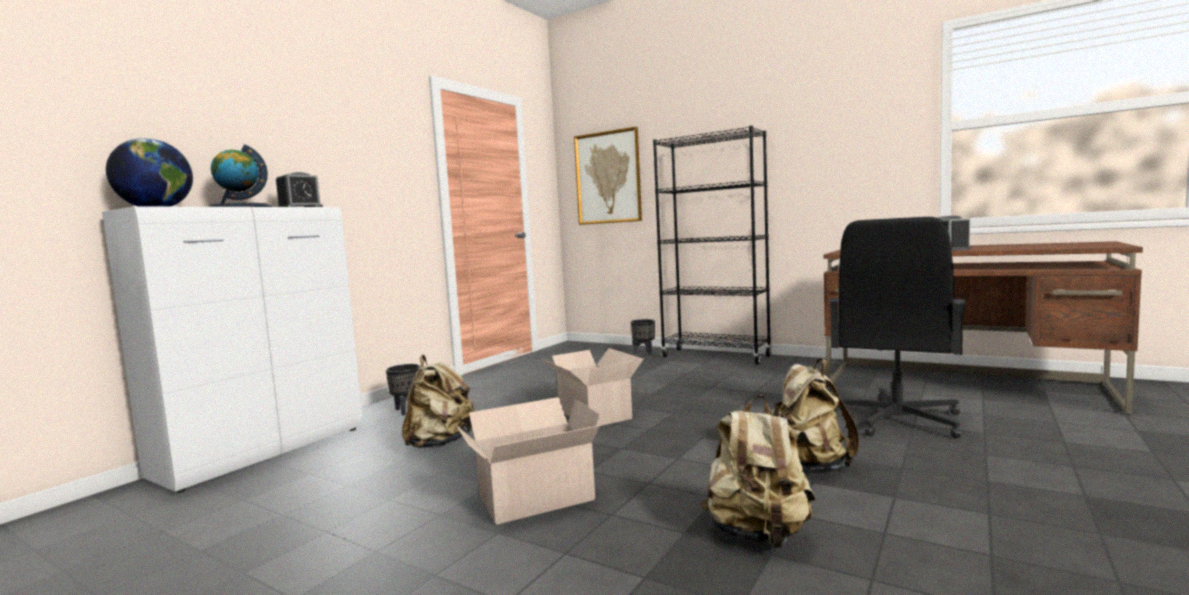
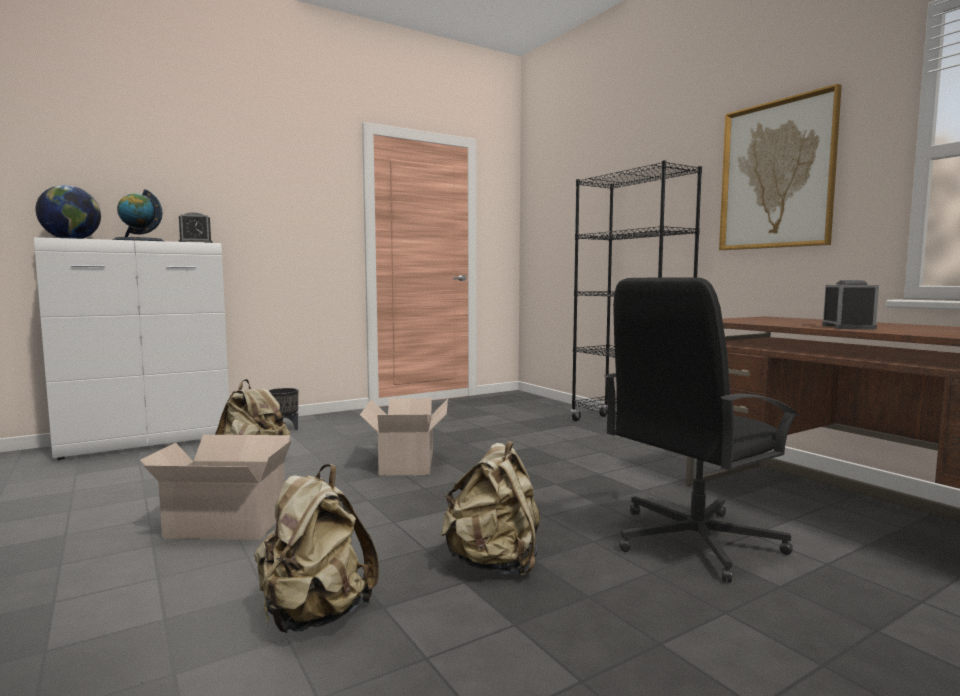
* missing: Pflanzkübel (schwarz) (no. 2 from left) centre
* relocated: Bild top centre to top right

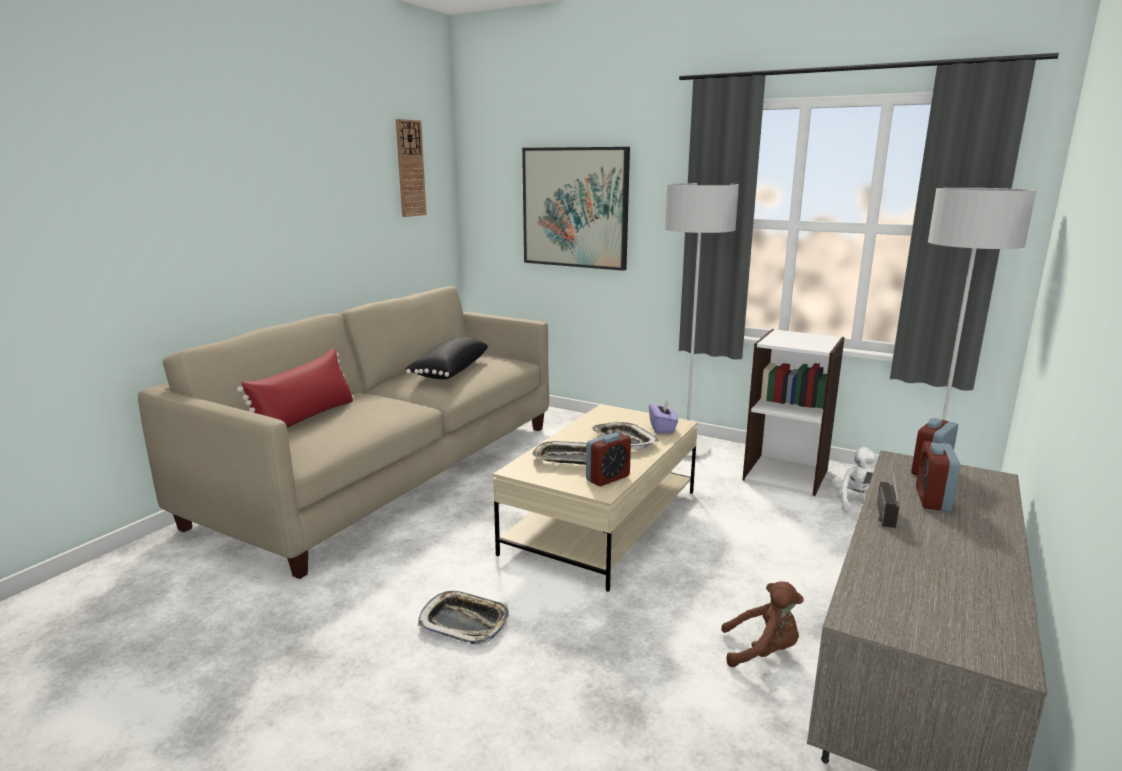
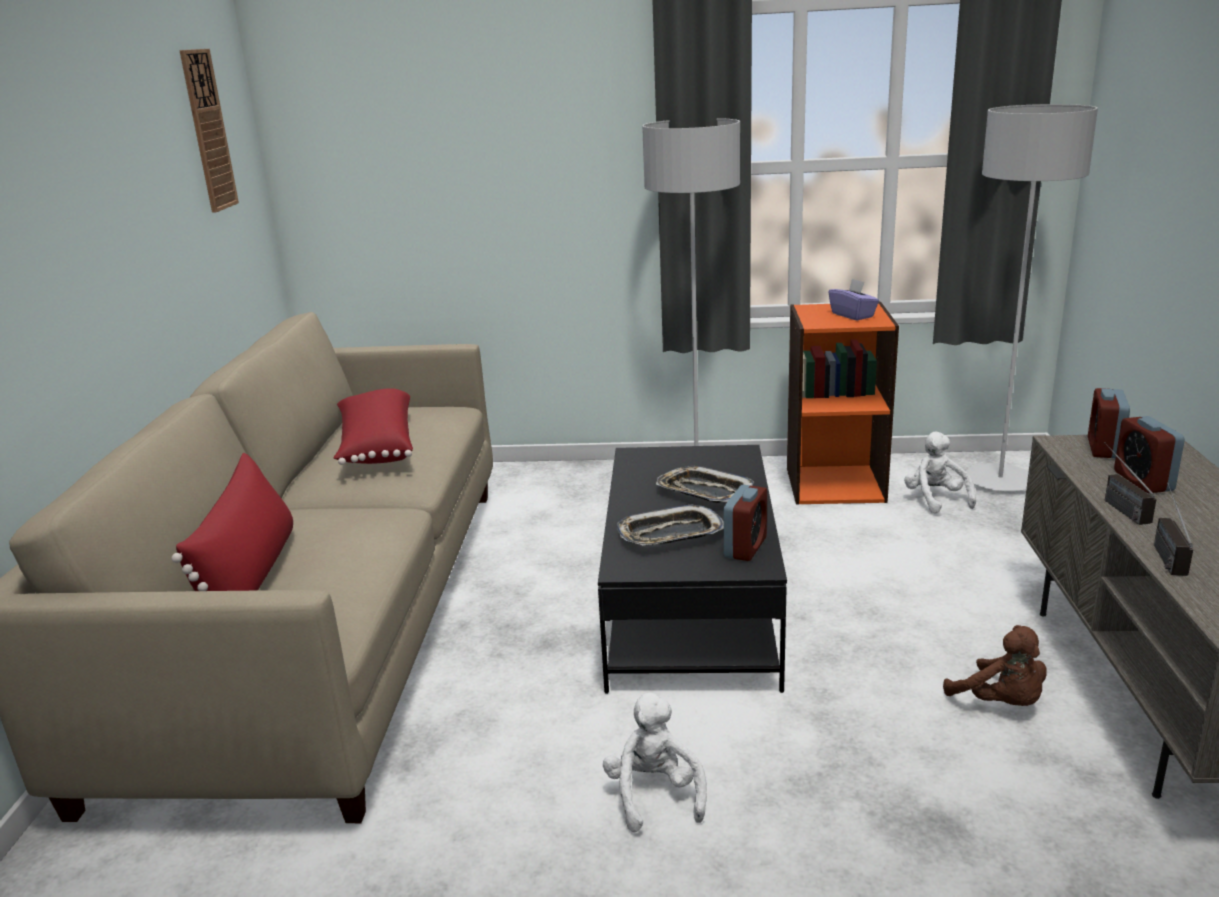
* missing: Bild top centre
* appeared: Radio (no. 2 from left) middle right
* relocated: Taschentuchbox (lila) centre to middle right
* exchanged: Tablett (no. 1 from left) bottom centre to Plüschtier (weiß) (no. 1 from left) bottom centre
* colour: Kissen (schwarz) centre to Kissen (rot) (no. 2 from left) middle left
* colour: Couchtisch (beige) centre to Couchtisch (schwarz) centre
* colour: Bücherregal (weiß) middle right to Bücherregal (orange) middle right
* spun: Plüschtier (braun) bottom right = bottom right 75 degrees clockwise

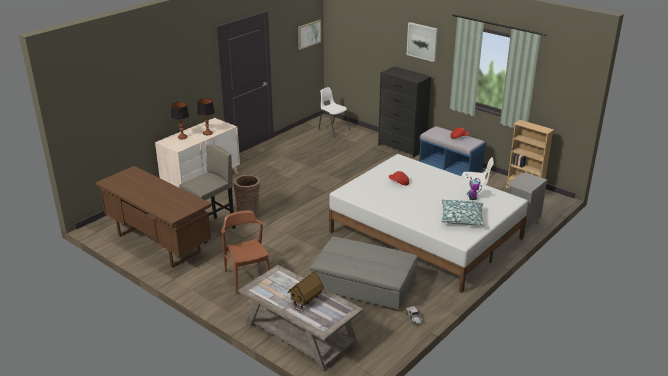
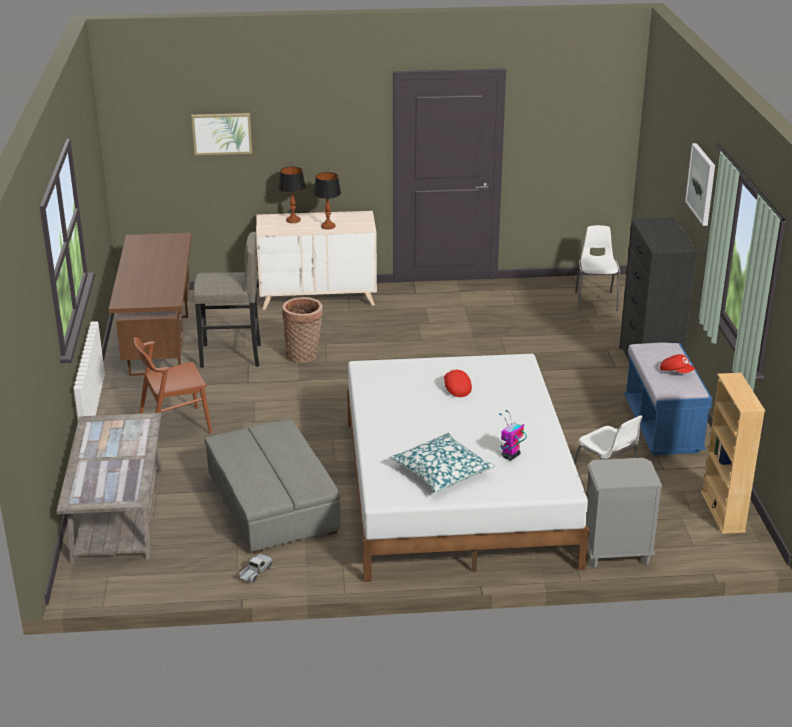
* missing: Spielzeughaus bottom centre
* relocated: Bild (no. 1 from left) top centre to top left
* spun: Stuhl (braun) bottom centre = middle left 135 degrees counterclockwise

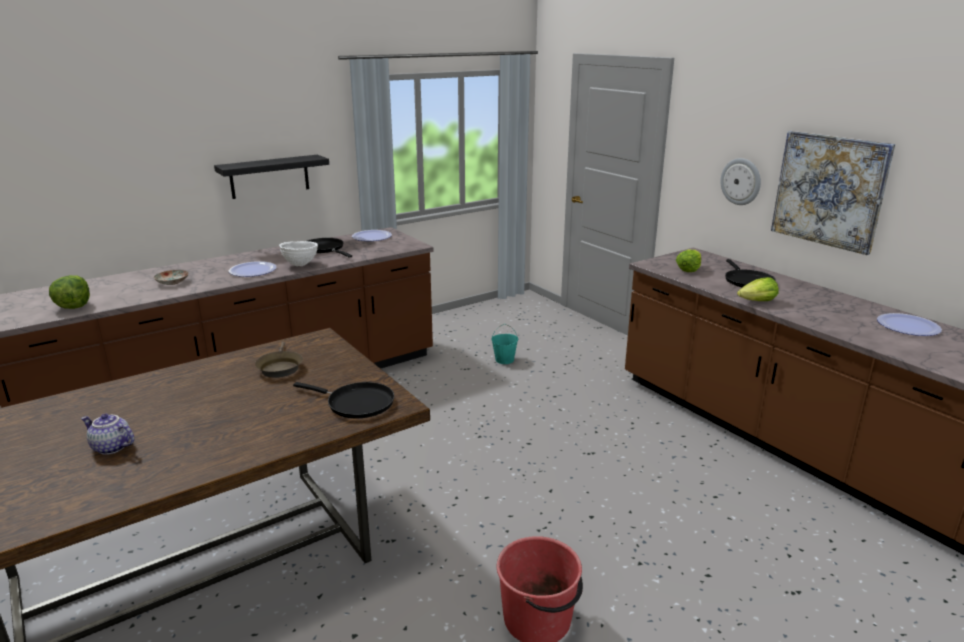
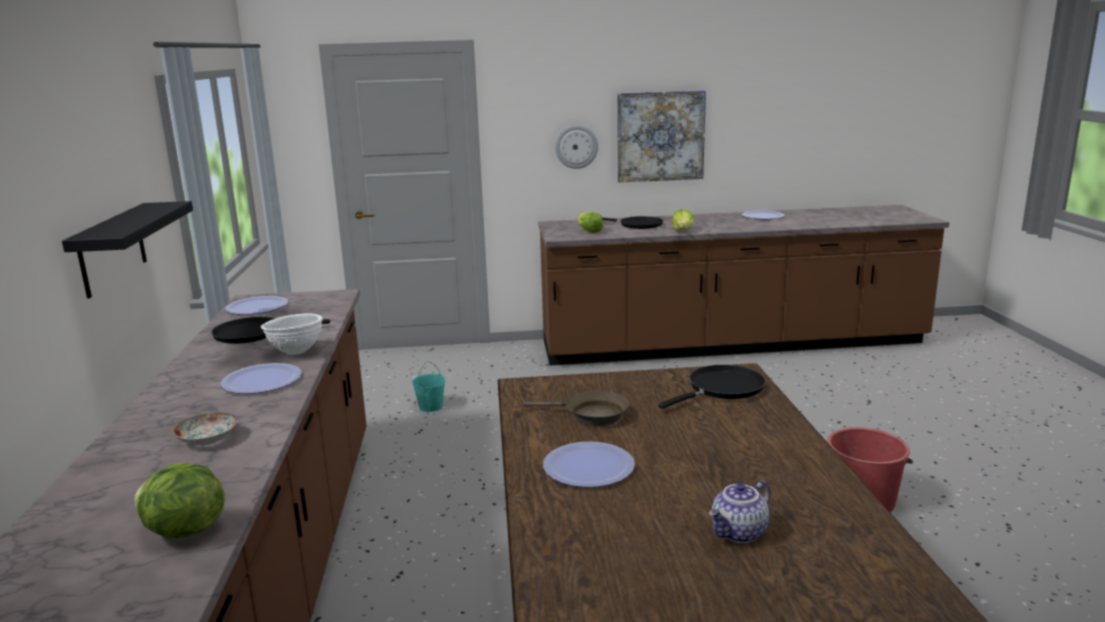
* appeared: Teller (no. 4 from left) bottom centre

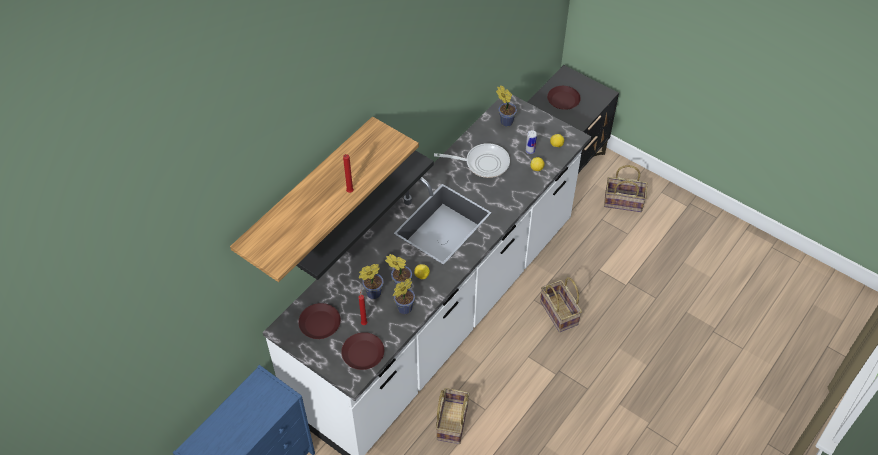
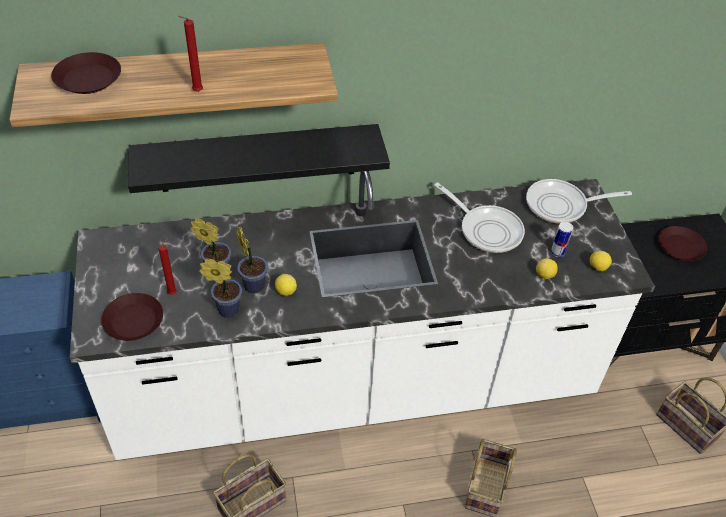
* relocated: Teller (braun) (no. 1 from left) bottom centre to top left
* exchanged: Topfpflanze (no. 4 from left) top centre to Pfanne (no. 2 from left) middle right

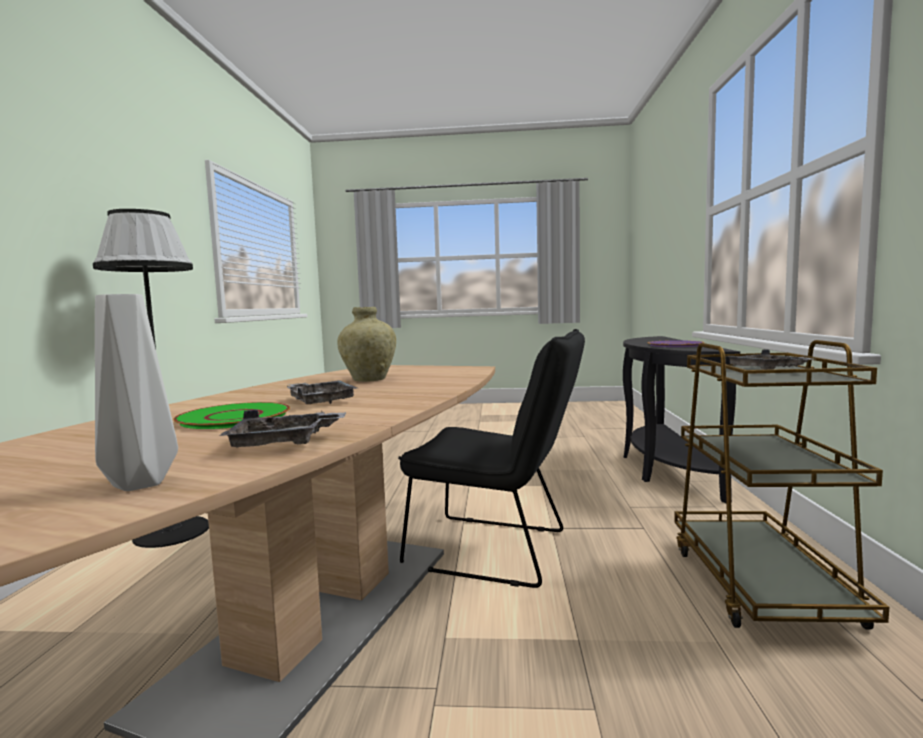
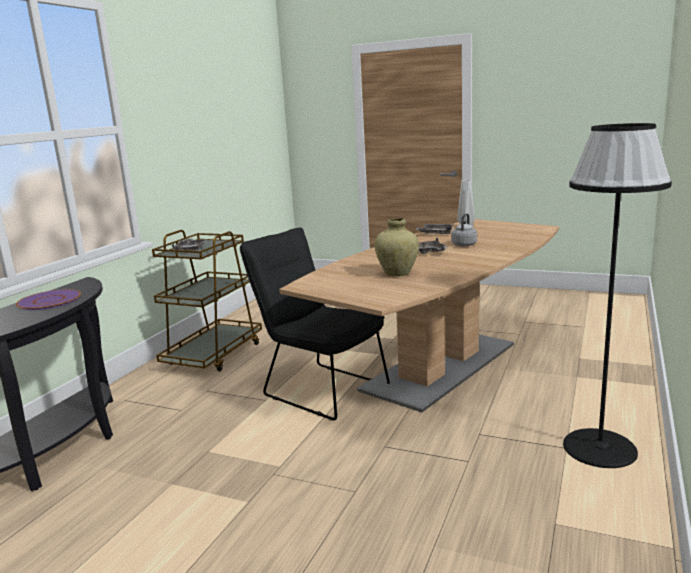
* exchanged: Teller (grün) middle left to Wasserkessel (grau) middle right

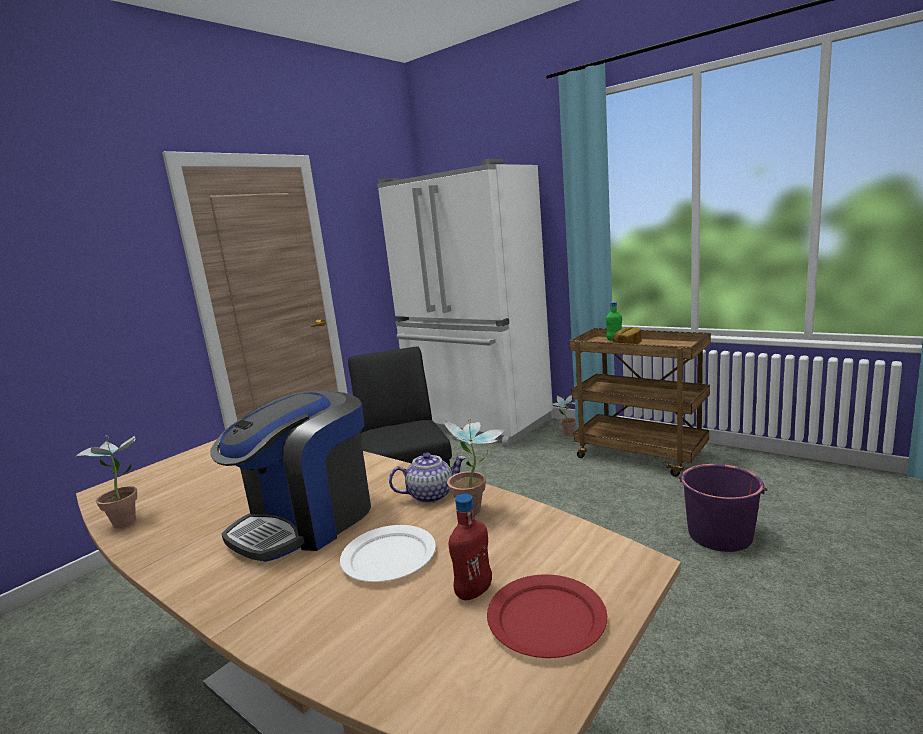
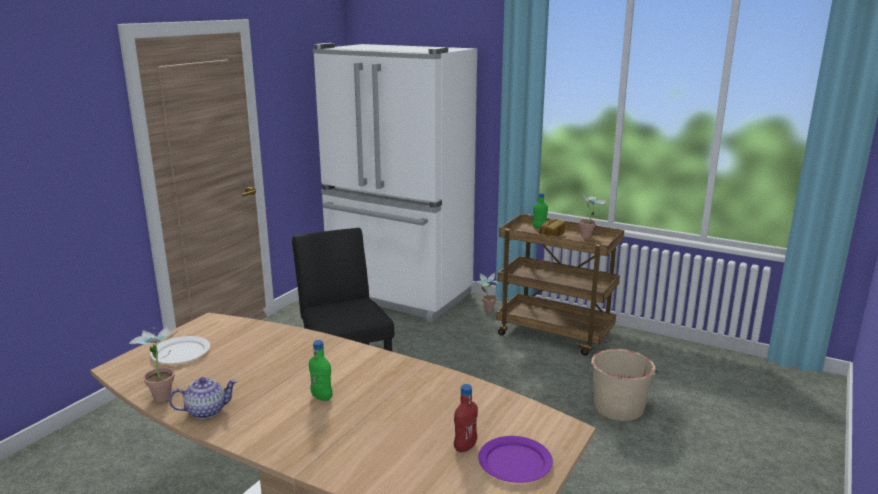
* relocated: Teller (weiß) bottom centre to bottom left
* relocated: Teekanne centre to bottom left
* relocated: Topfpflanze (no. 2 from left in the first image) centre to Topfpflanze (no. 3 from left) middle right
* exchanged: Kaffeemaschine middle left to Flasche (grün) (no. 1 from left) bottom centre
* colour: Teller (rot) bottom centre to Teller (lila) bottom centre
* colour: Eimer (lila) bottom right to Eimer (beige) bottom right

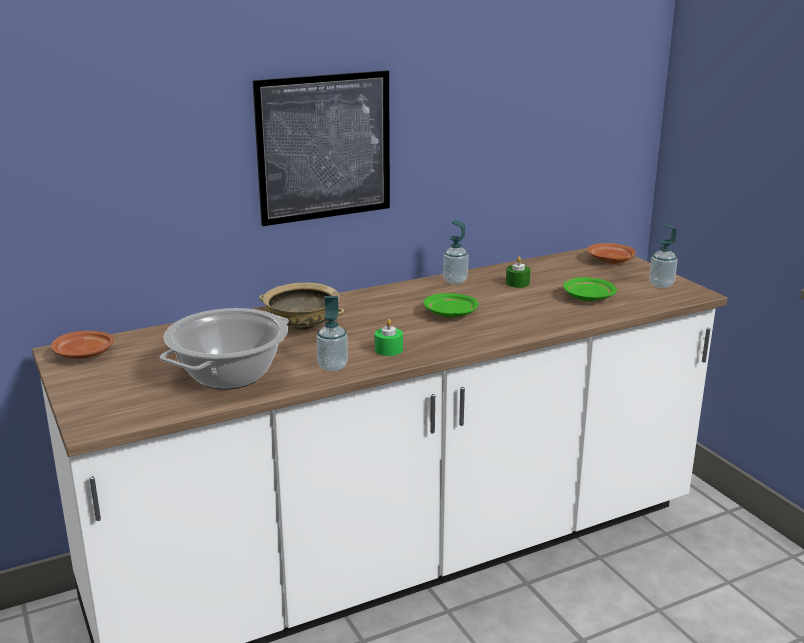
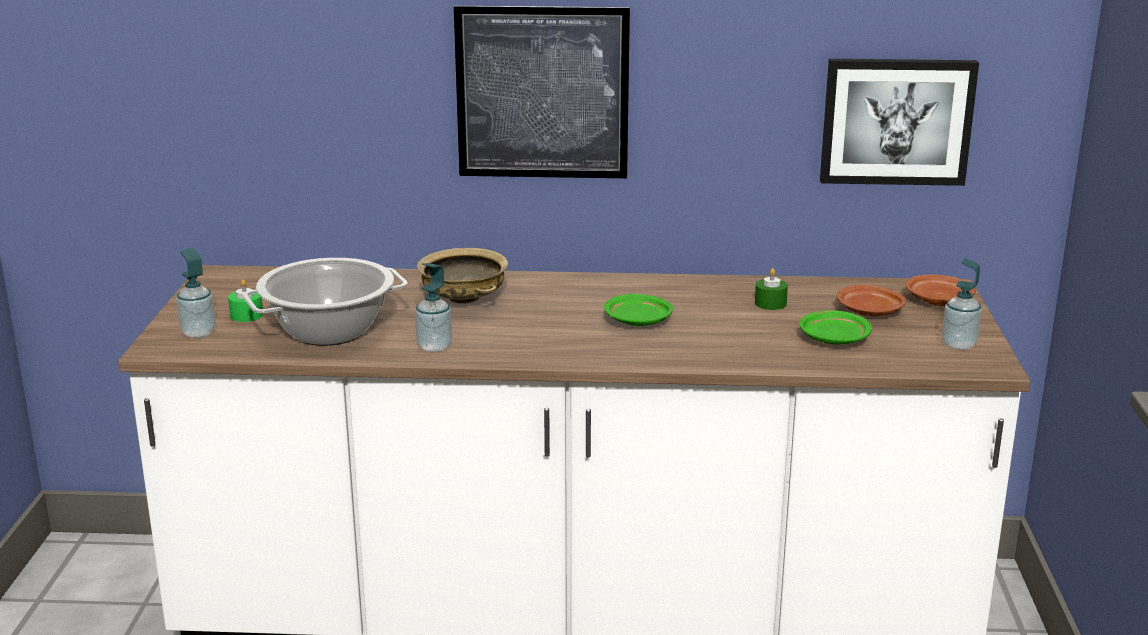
* appeared: Bild (no. 2 from left) top right
* relocated: Teller (braun) (no. 1 from left) middle left to middle right
* relocated: Kerze (grün) (no. 1 from left) centre to middle left
* relocated: Seifenspender (no. 2 from left in the first image) centre to Seifenspender (no. 1 from left) middle left

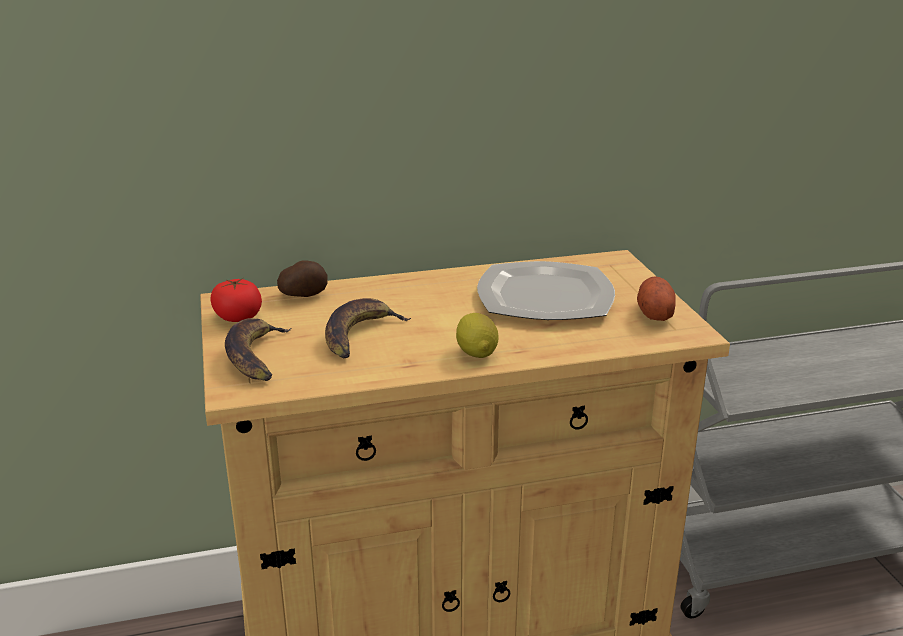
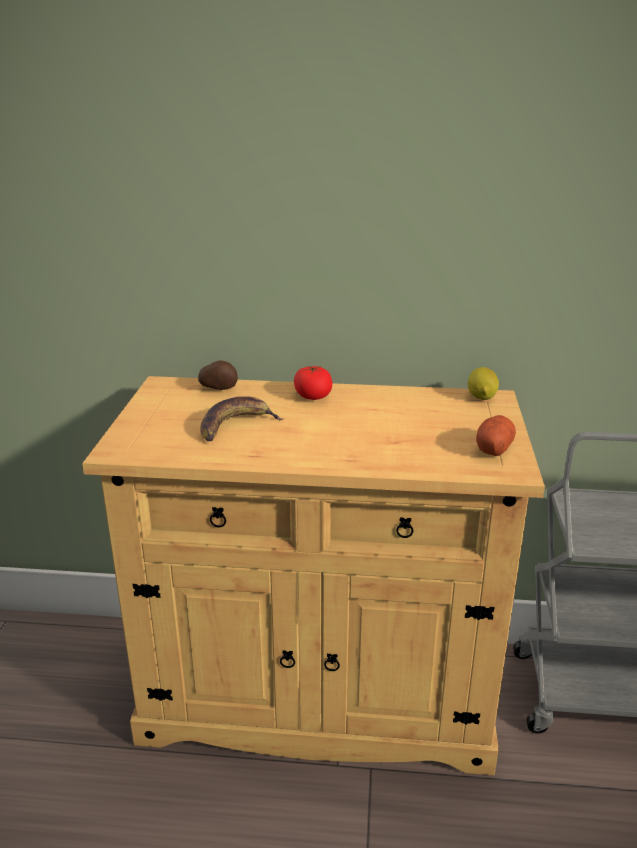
* missing: Banane (no. 1 from left) middle left
* missing: Teller centre
* relocated: Tomate middle left to centre
* relocated: Zitrone centre to middle right

